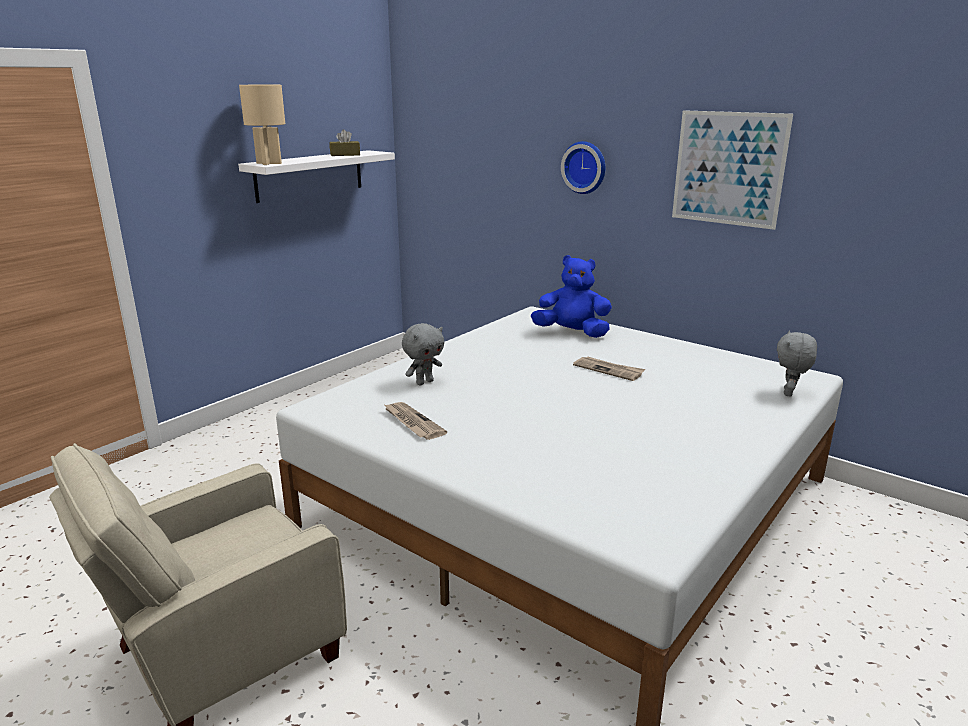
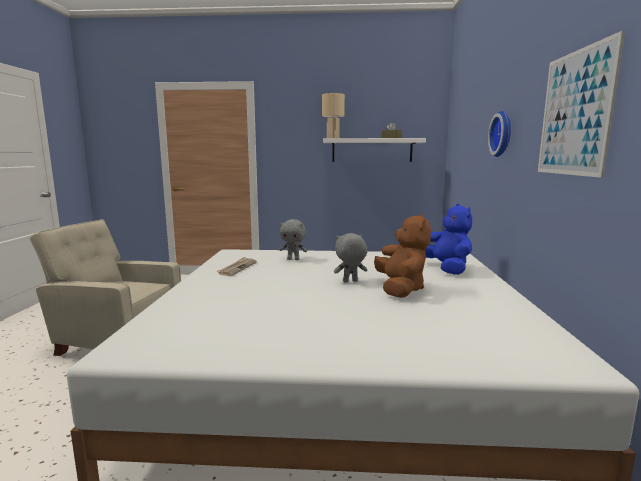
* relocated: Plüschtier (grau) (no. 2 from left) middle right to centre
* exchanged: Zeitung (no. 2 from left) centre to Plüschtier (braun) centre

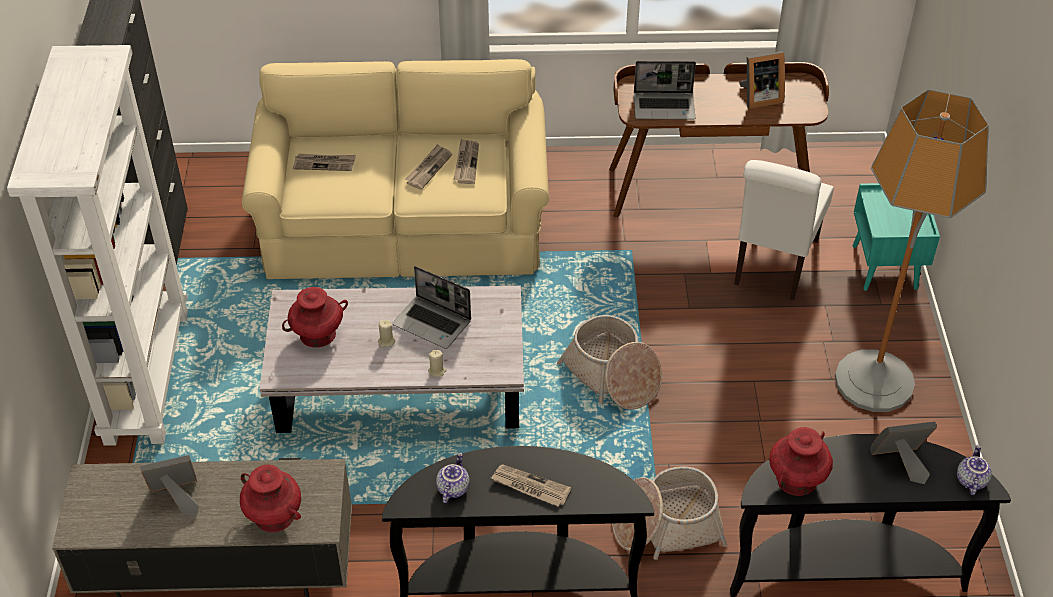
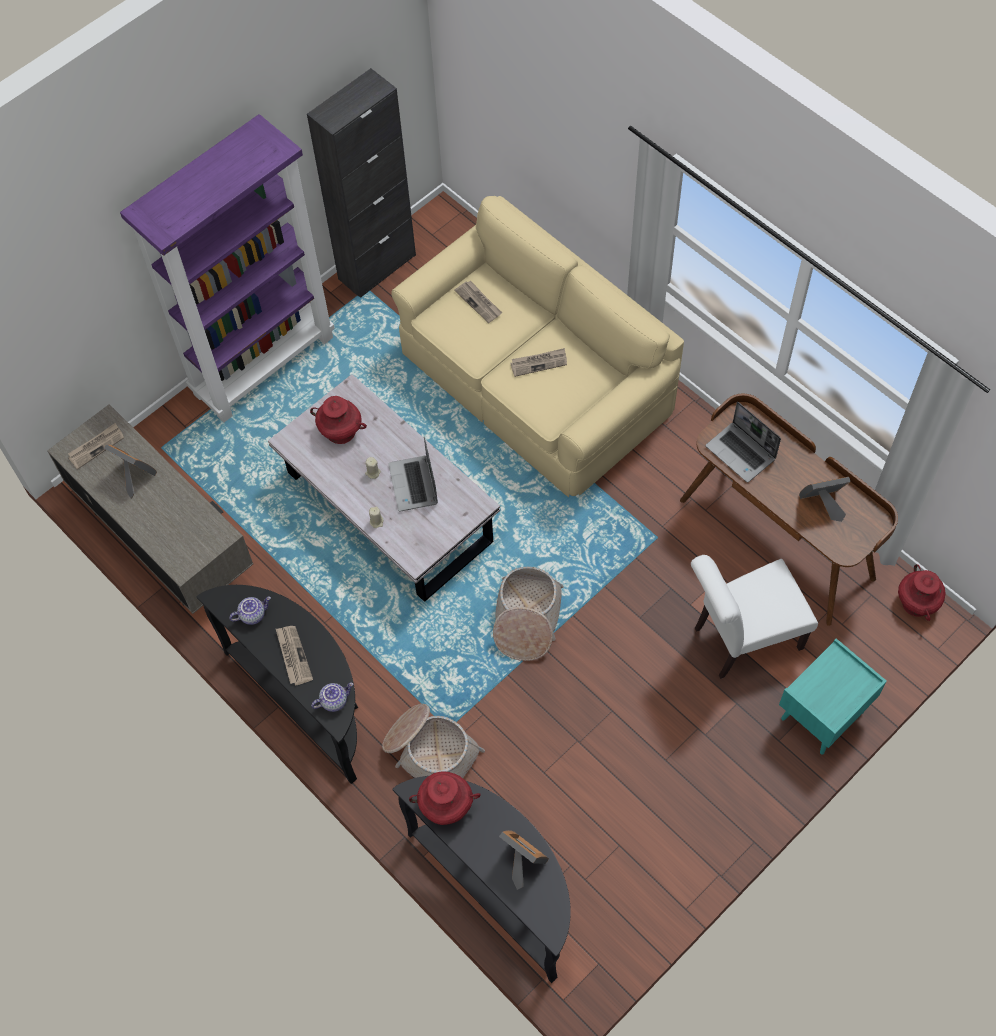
* missing: Stehlampe middle right
* relocated: Vase (rot) (no. 1 from left in the first image) bottom left to Vase (rot) (no. 3 from left) middle right
* relocated: Zeitung (no. 3 from left in the first image) top centre to Zeitung (no. 1 from left) middle left
* relocated: Teekanne (no. 2 from left) bottom right to bottom centre
* colour: Bücherregal (weiß) middle left to Bücherregal (lila) top left
* spun: Bilderrahmen (no. 2 from left in the first image) top right = middle right 135 degrees clockwise

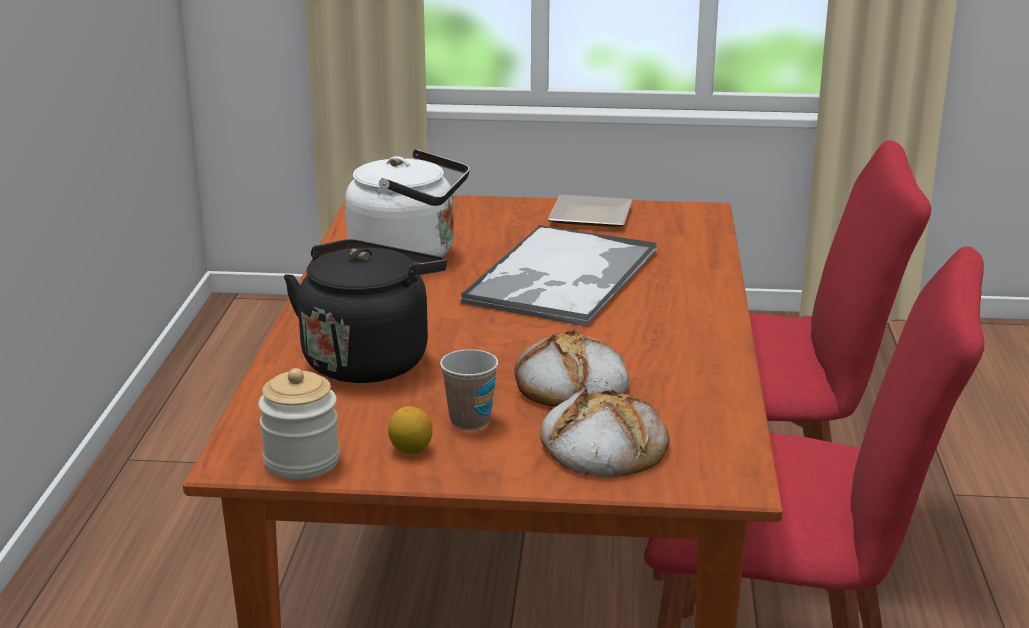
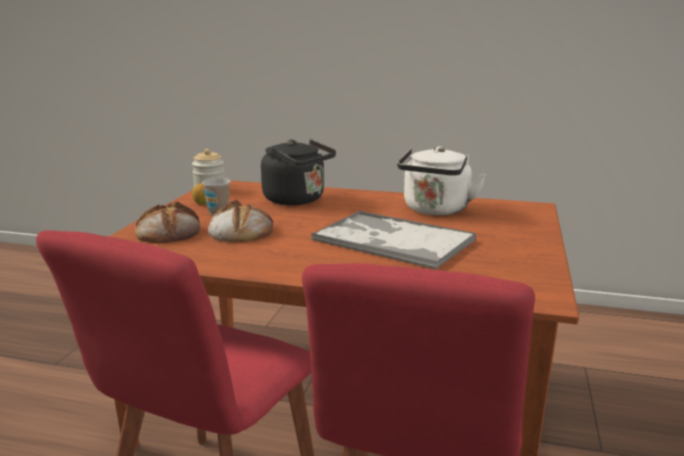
* missing: Teller centre

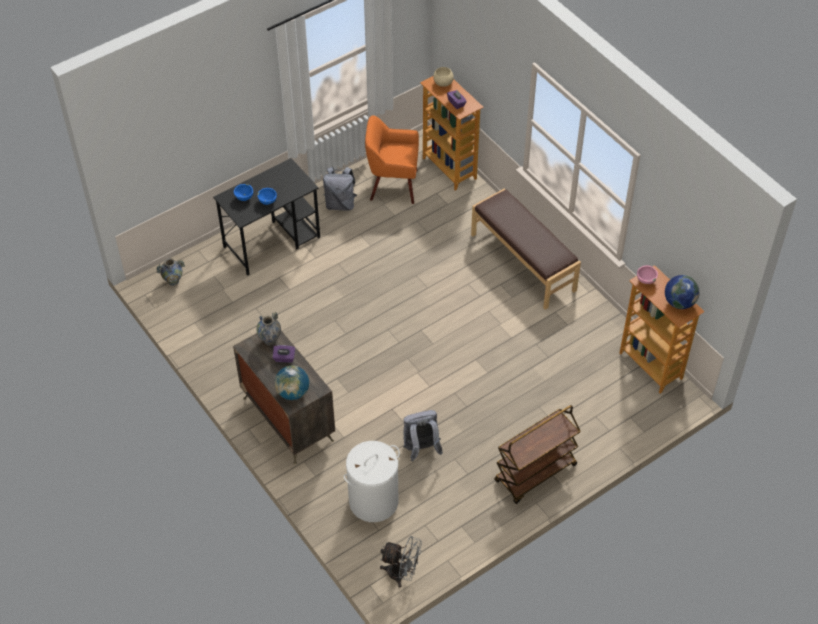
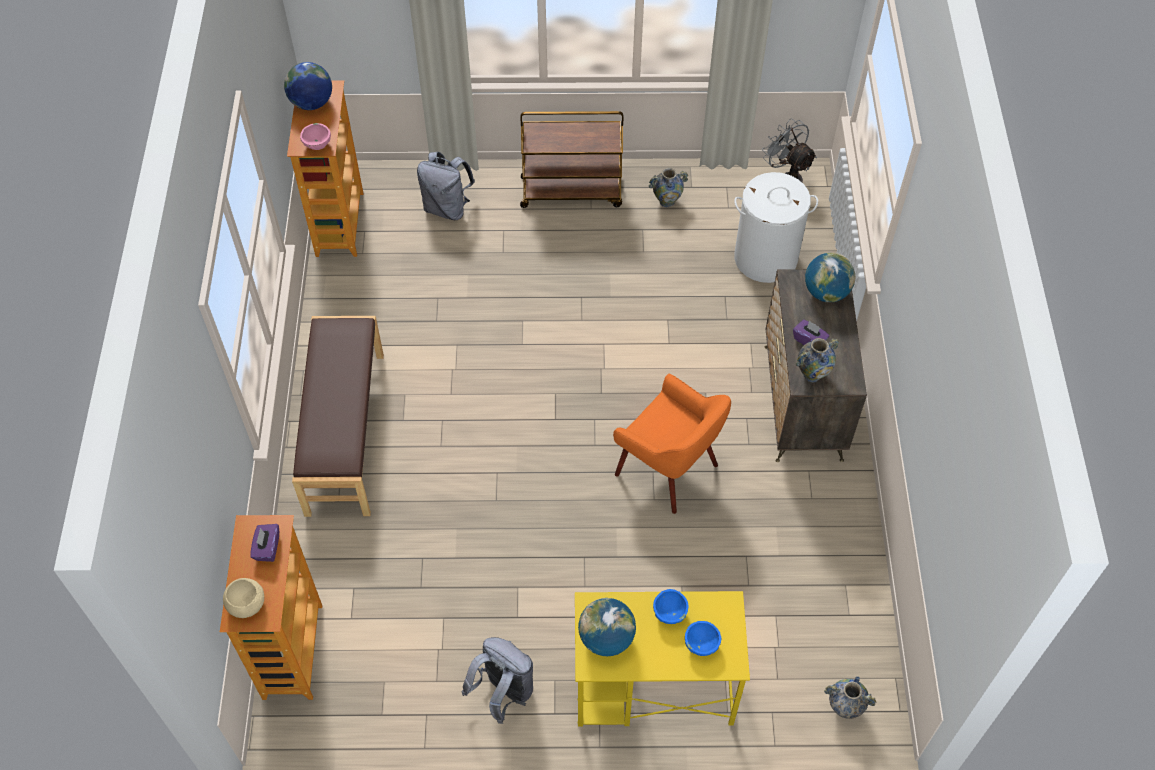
* appeared: Globus (no. 2 from left) bottom centre
* appeared: Vase (no. 1 from left) top centre
* relocated: Sessel (orange) top centre to centre
* relocated: Rucksack (grau) (no. 2 from left in the first image) bottom centre to Rucksack (grau) (no. 1 from left) top centre
* colour: Schreibtisch (schwarz) middle left to Schreibtisch (gelb) bottom centre

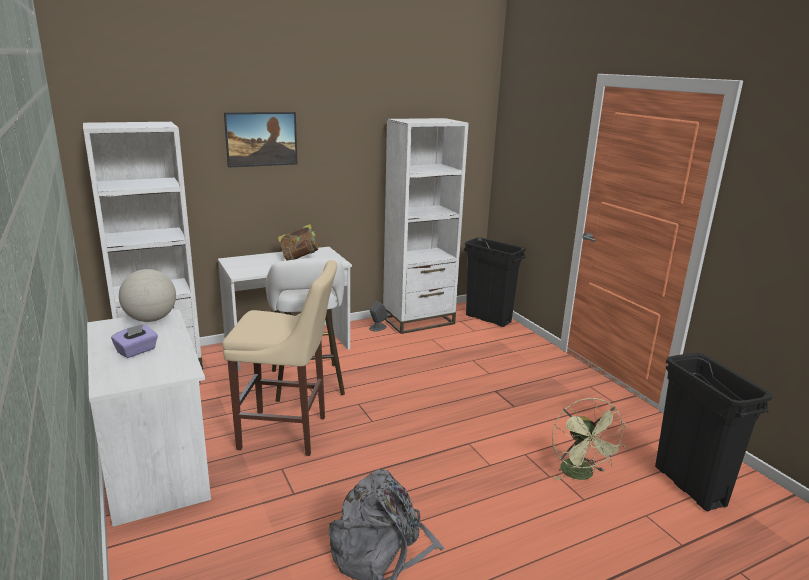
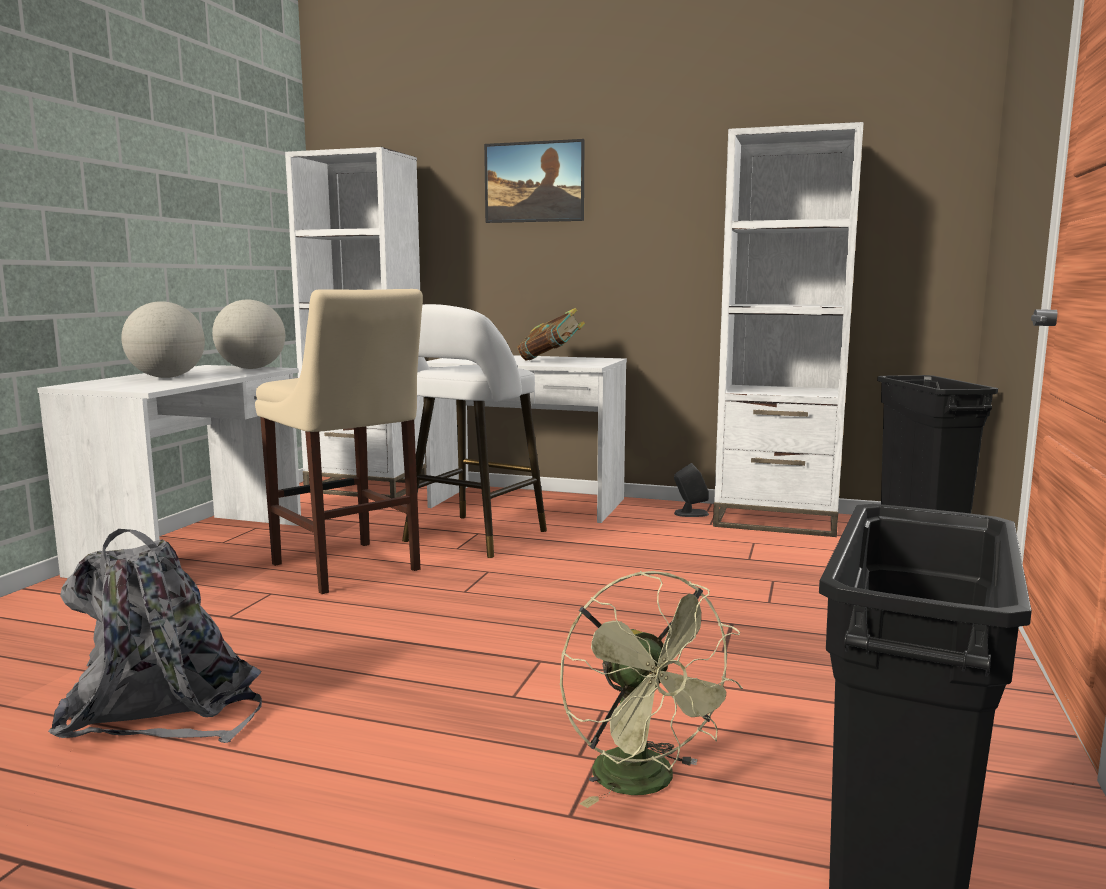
* exchanged: Taschentuchbox (lila) middle left to Globus (no. 1 from left) middle left
* spun: Ventilator (grün) bottom right = bottom centre 60 degrees counterclockwise

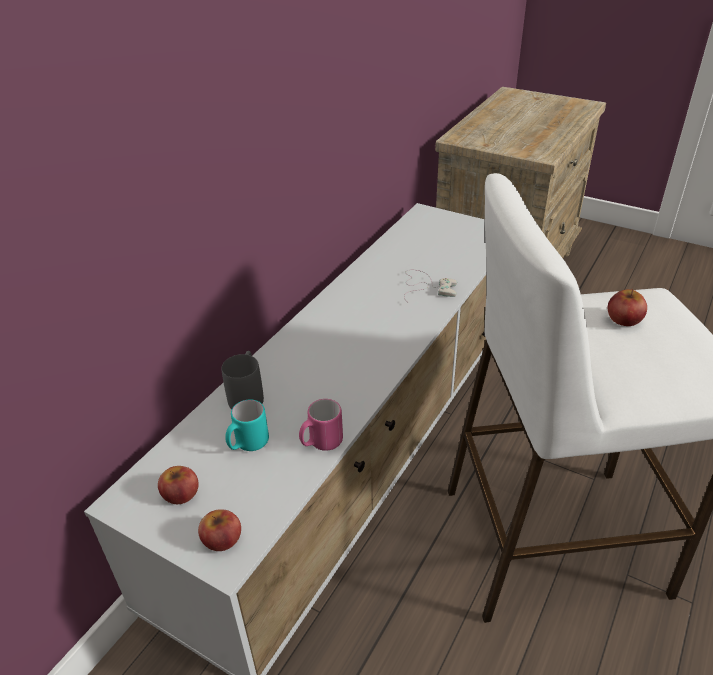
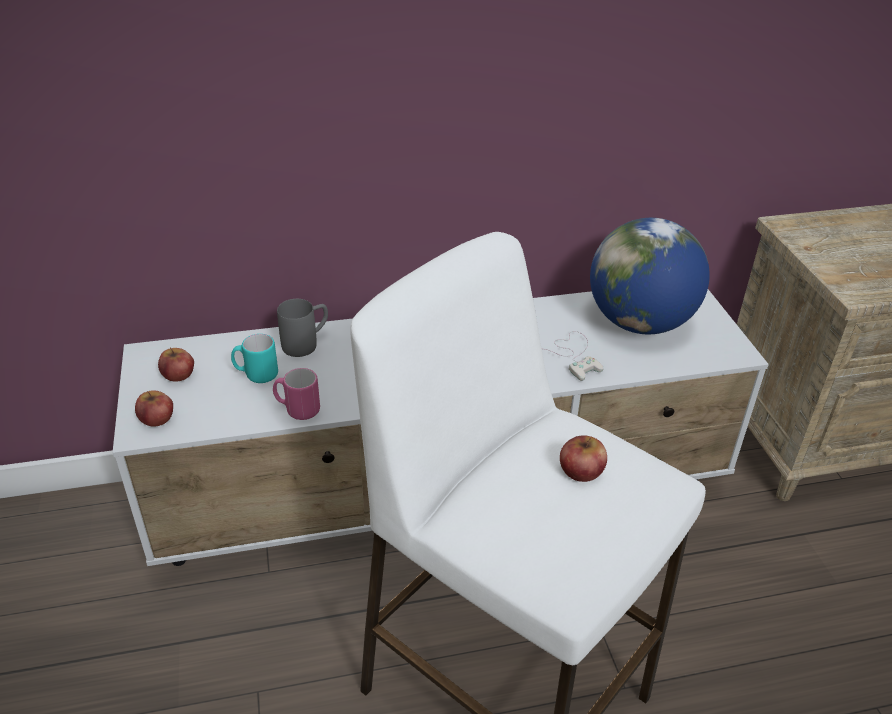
* appeared: Globus middle right

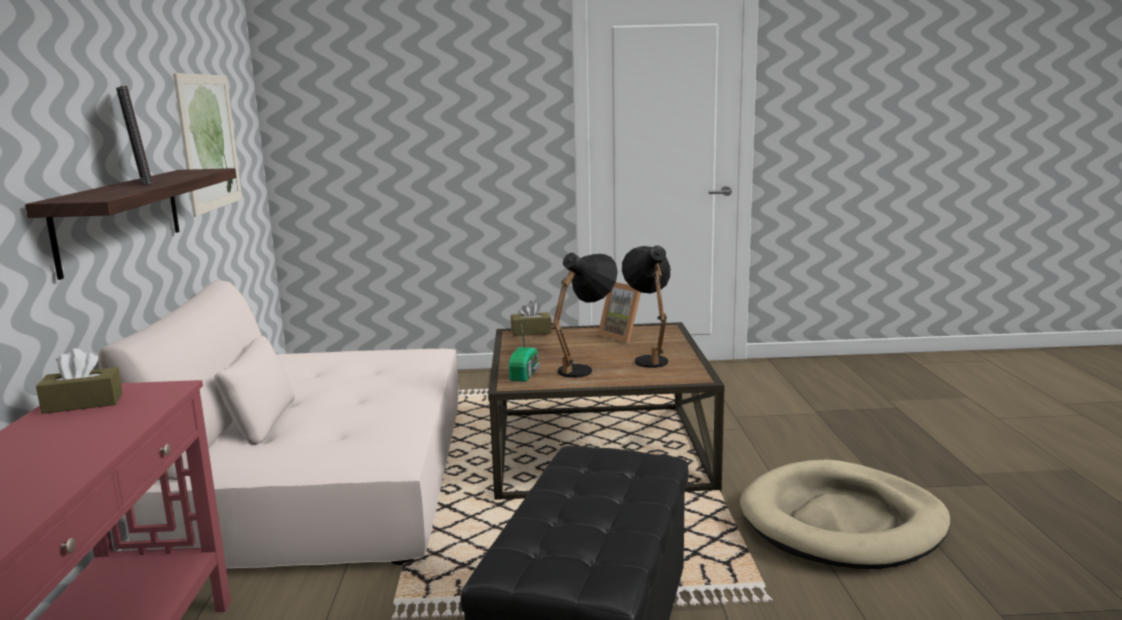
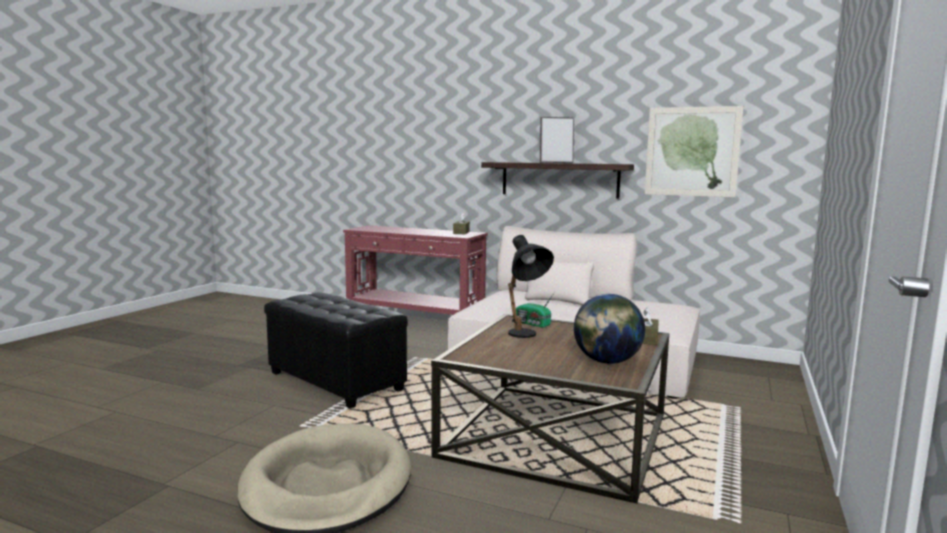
* missing: Tischlampe (schwarz) (no. 2 from left) centre
* exchanged: Bilderrahmen (no. 2 from left) centre to Globus centre

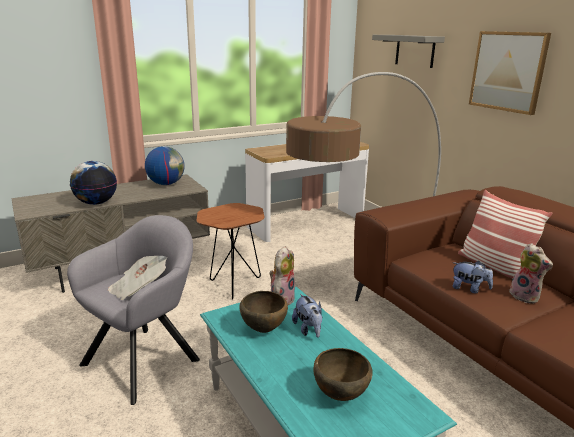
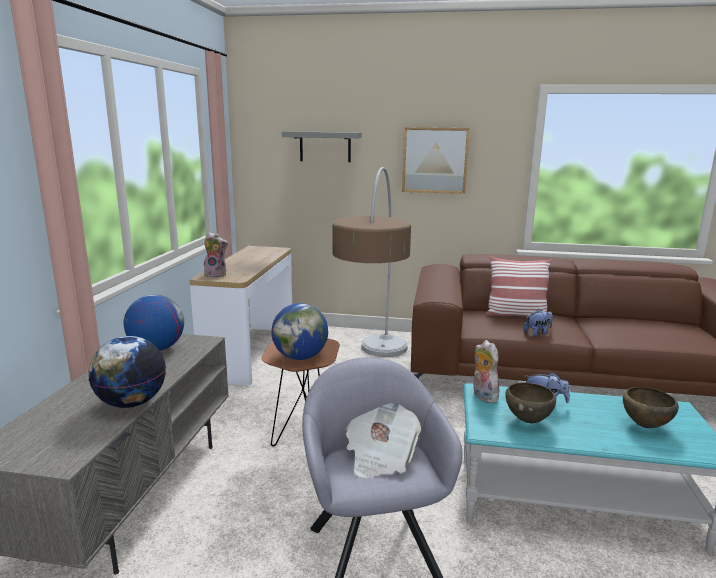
* appeared: Globus (no. 3 from left) centre
* relocated: Plüschtier (no. 4 from left in the first image) middle right to Plüschtier (no. 1 from left) middle left

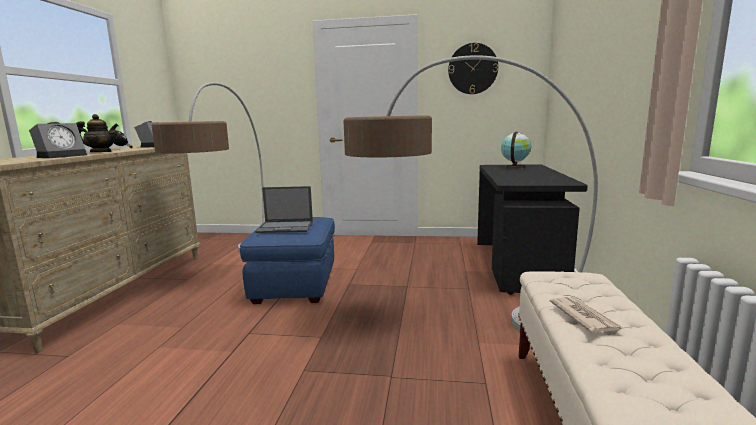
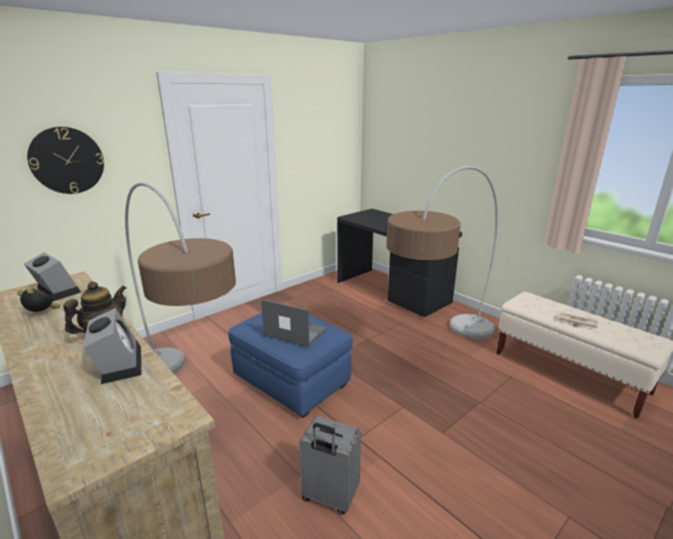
* missing: Globus middle right
* appeared: Koffer (grau) bottom centre
* relocated: Wanduhr top centre to top left
* spun: Laptop centre = centre 105 degrees counterclockwise

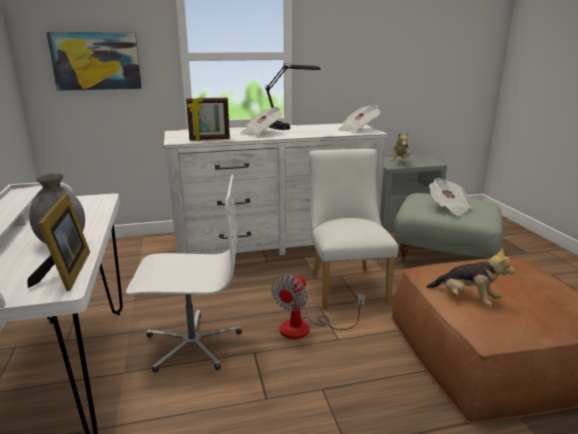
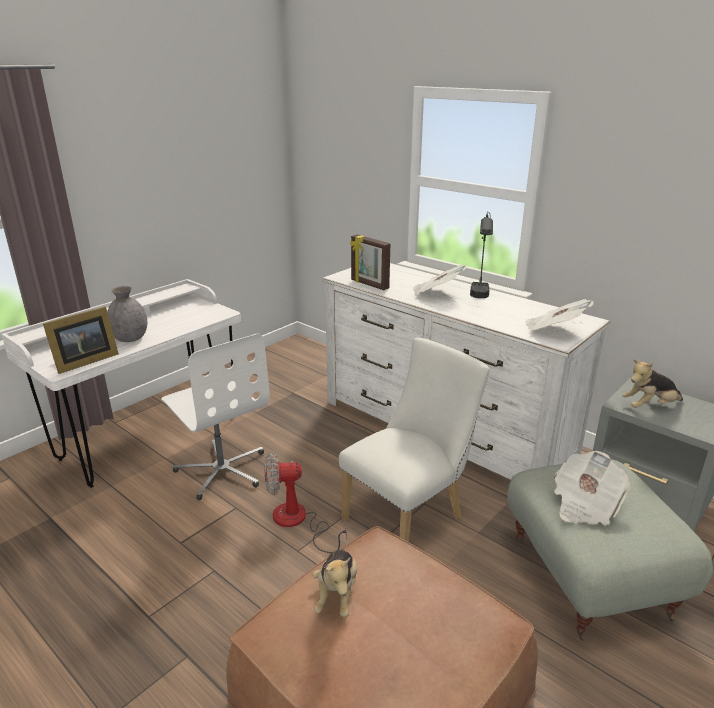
* missing: Bild top left

